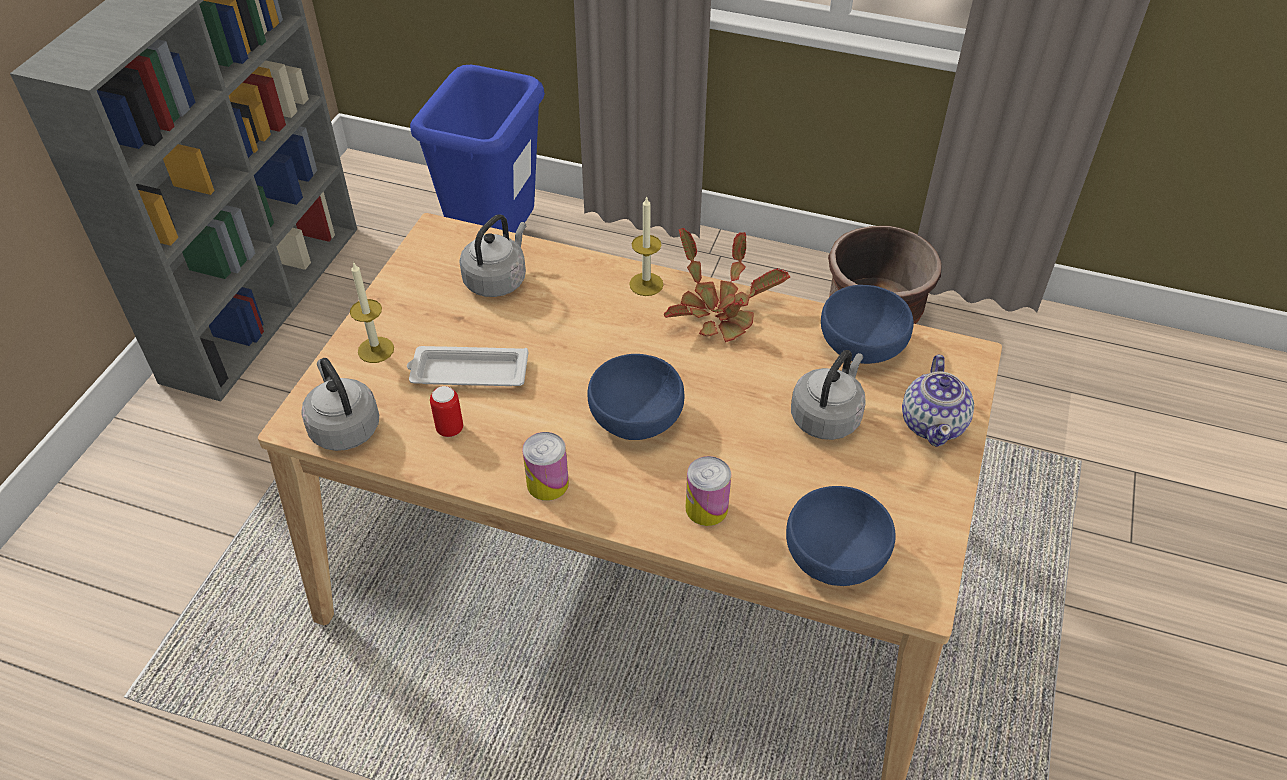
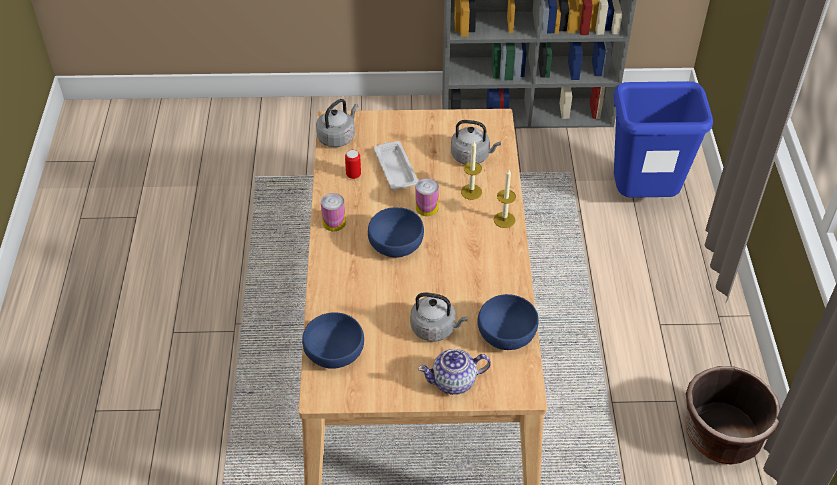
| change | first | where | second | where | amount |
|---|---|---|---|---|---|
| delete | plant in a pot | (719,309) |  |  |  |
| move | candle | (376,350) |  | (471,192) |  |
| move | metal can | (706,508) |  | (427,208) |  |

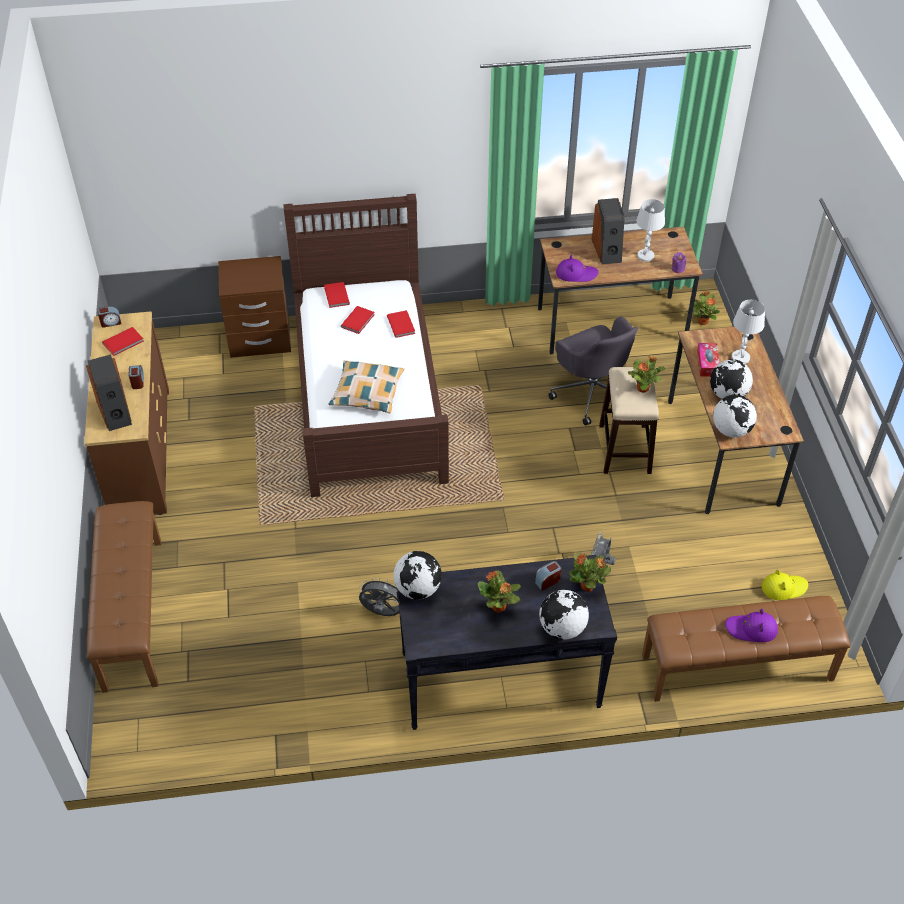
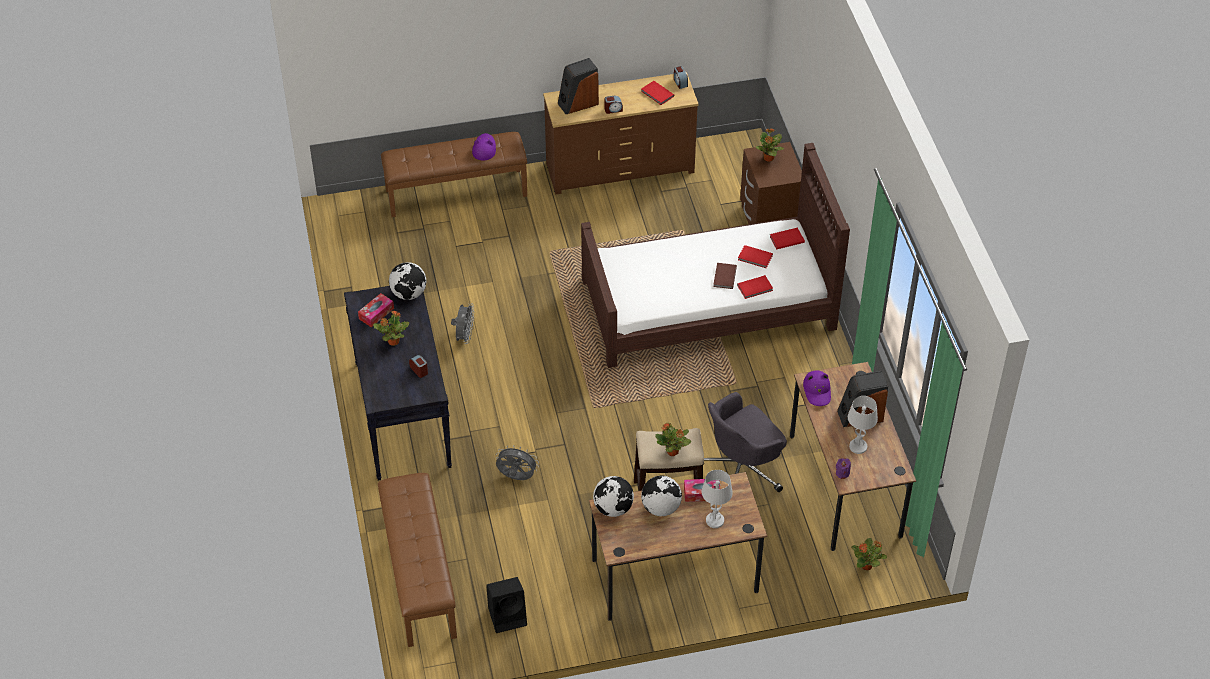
| change | first | where | second | where | amount |
|---|---|---|---|---|---|
| delete | pillow | (367,392) |  |  |  |
| delete | desk globe | (562,628) |  |  |  |
| insert |  |  | tissue holder | (376,314) |  |
| insert |  |  | volume (brown) | (724,277) |  |
| move | plant in a pot | (588,586) |  | (768,158) |  |
| move | hat (purplish) | (751,629) |  | (484,149) |  |
| replace | hat (yellowish) | (783,587) | loudspeaker (black) | (508,616) |  |

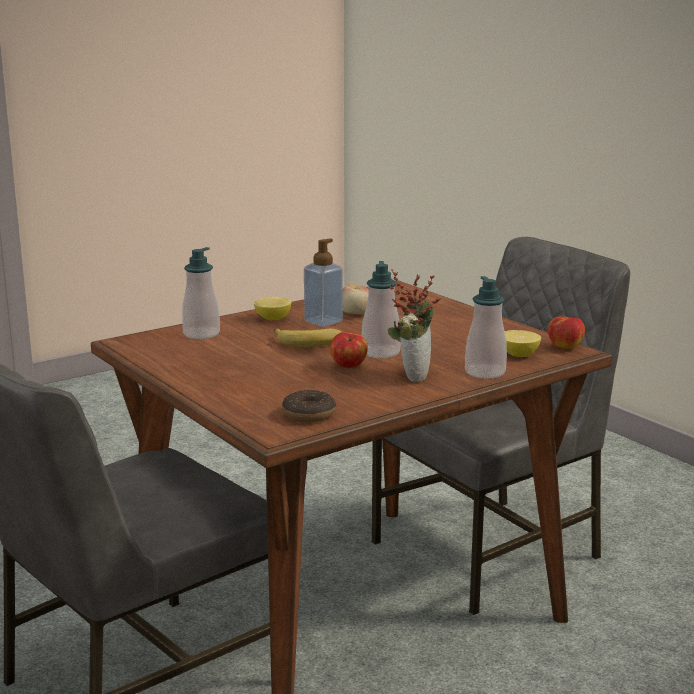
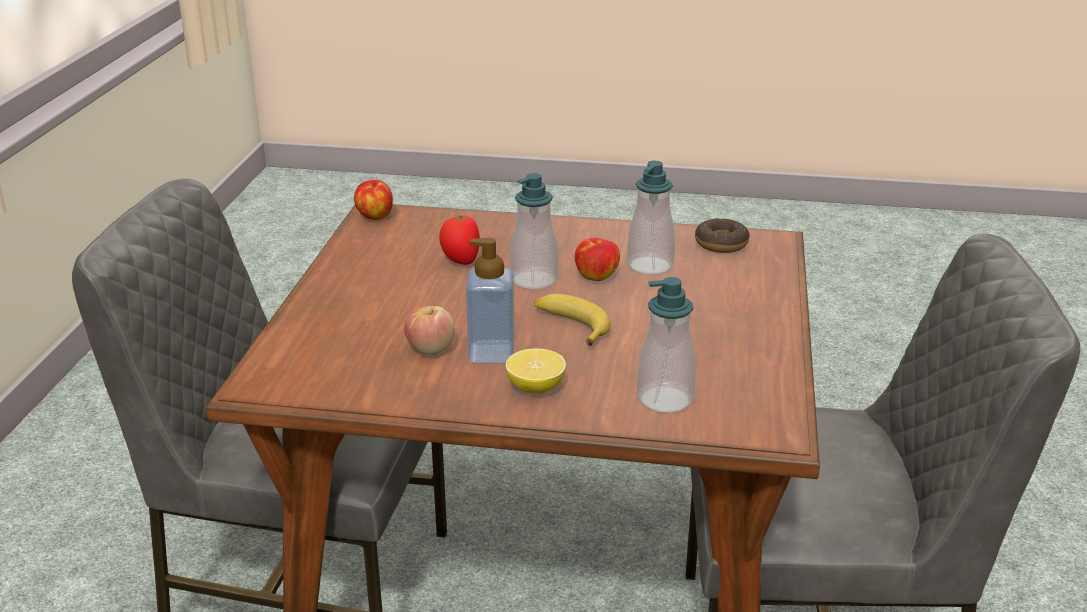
| change | first | where | second | where | amount |
|---|---|---|---|---|---|
| delete | plant in a pot | (412,375) |  |  |  |
| delete | whole lemon | (518,355) |  |  |  |
| insert |  |  | fresh tomato | (460,261) |  |
| move | soap bottle | (485,372) |  | (650,265) |  |

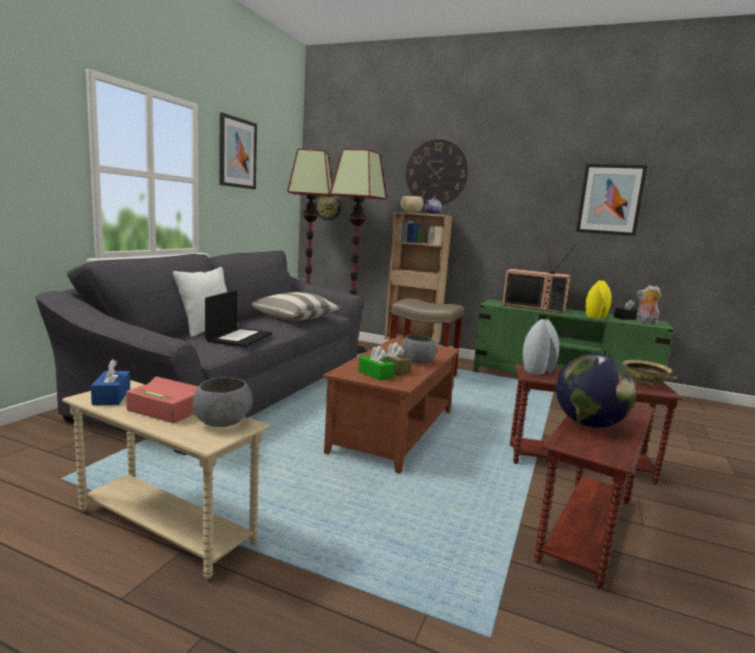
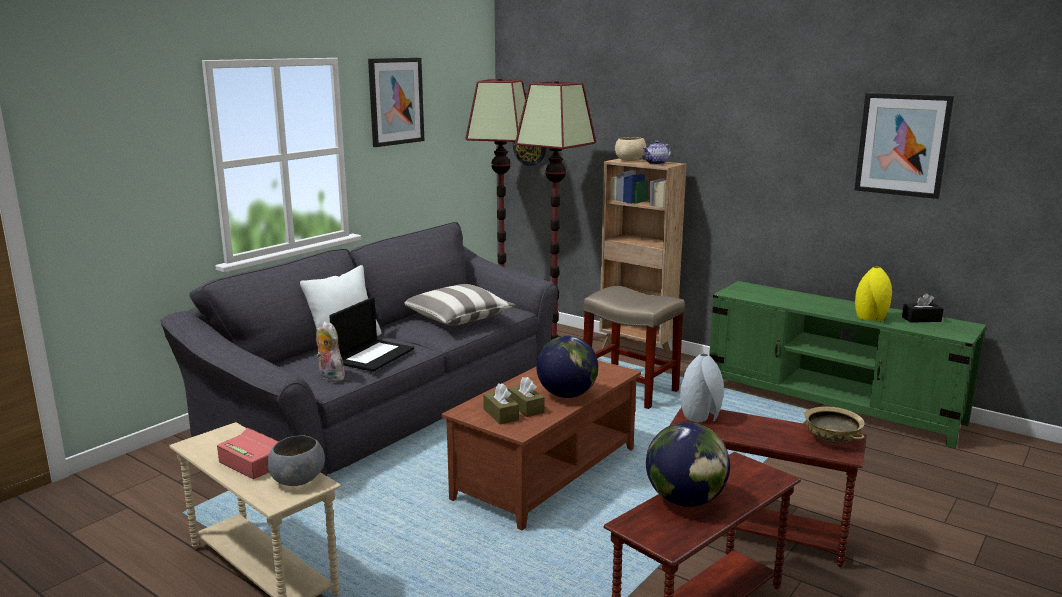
| change | first | where | second | where | amount |
|---|---|---|---|---|---|
| delete | tissue holder (blue-coloured) | (111,396) |  |  |  |
| delete | wall clock | (436,173) |  |  |  |
| delete | TV set | (534,307) |  |  |  |
| move | soft toy | (645,323) |  | (329,377) |  |
| replace | serving bowl (gray) | (418,362) | desk globe | (566,395) |  |
| recolor | tissue holder (green-coloured) | (375,374) | tissue holder (brown) | (501,415) |  |

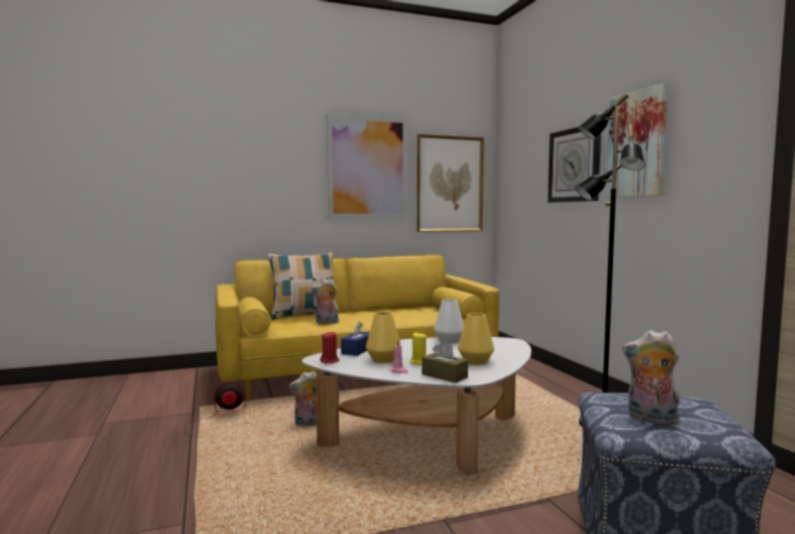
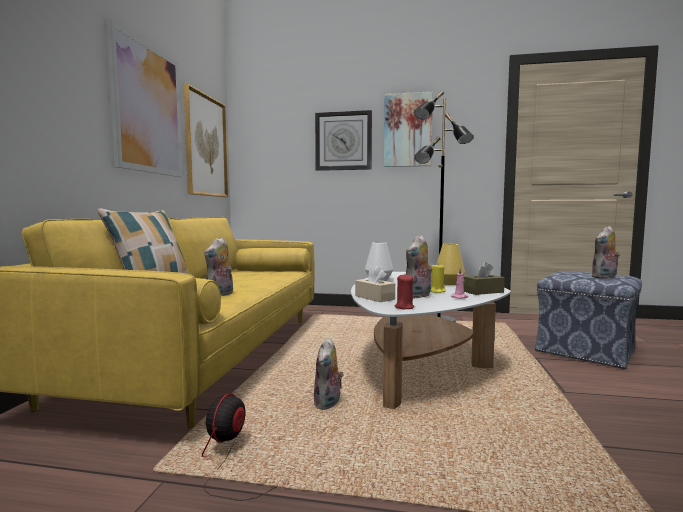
| change | first | where | second | where | amount |
|---|---|---|---|---|---|
| replace | vase (yellowish) | (383,359) | soft toy | (418,296) |  |
| recolor | tissue holder (blue-coloured) | (357,350) | tissue holder (beige) | (374,297) |  |

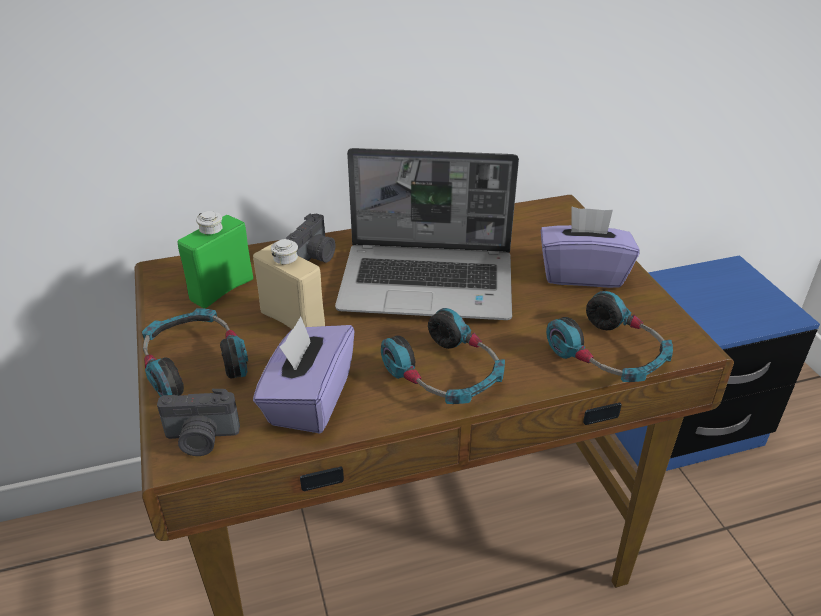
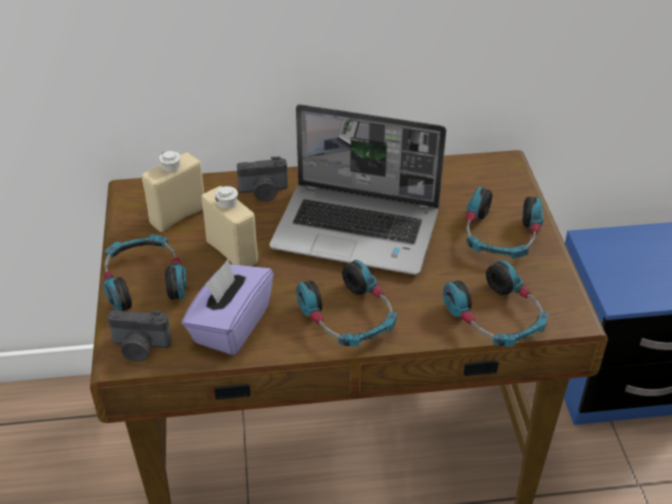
| change | first | where | second | where | amount |
|---|---|---|---|---|---|
| replace | tissue holder (purplish) | (582,273) | headphones | (500,236) |  |
| recolor | beverage bottle (green-coloured) | (222,289) | beverage bottle (beige) | (178,215) |  |
| rotate | photo camera | (315,257) |  | (264,192) | 45 degrees clockwise |

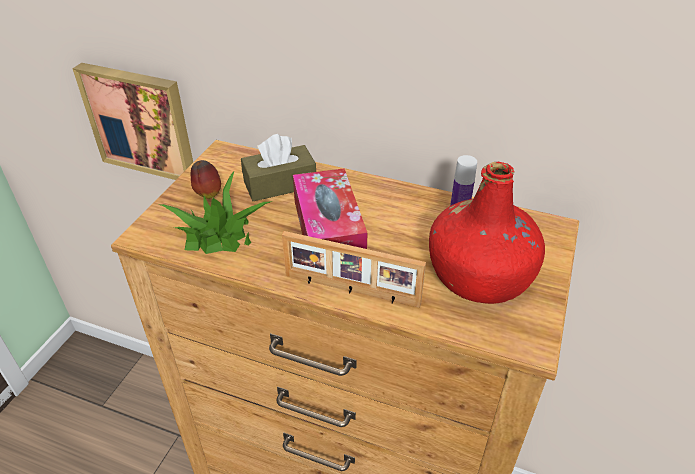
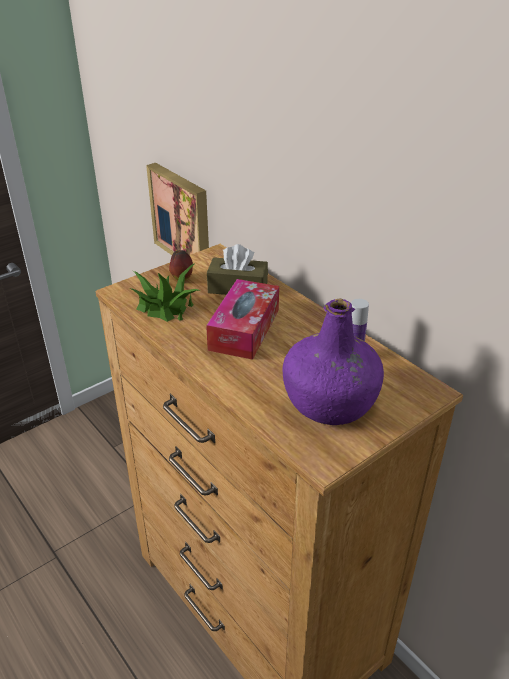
| change | first | where | second | where | amount |
|---|---|---|---|---|---|
| delete | standing frame | (351,291) |  |  |  |
| recolor | beverage bottle (red-coloured) | (480,275) | beverage bottle (purplish) | (331,401) |  |

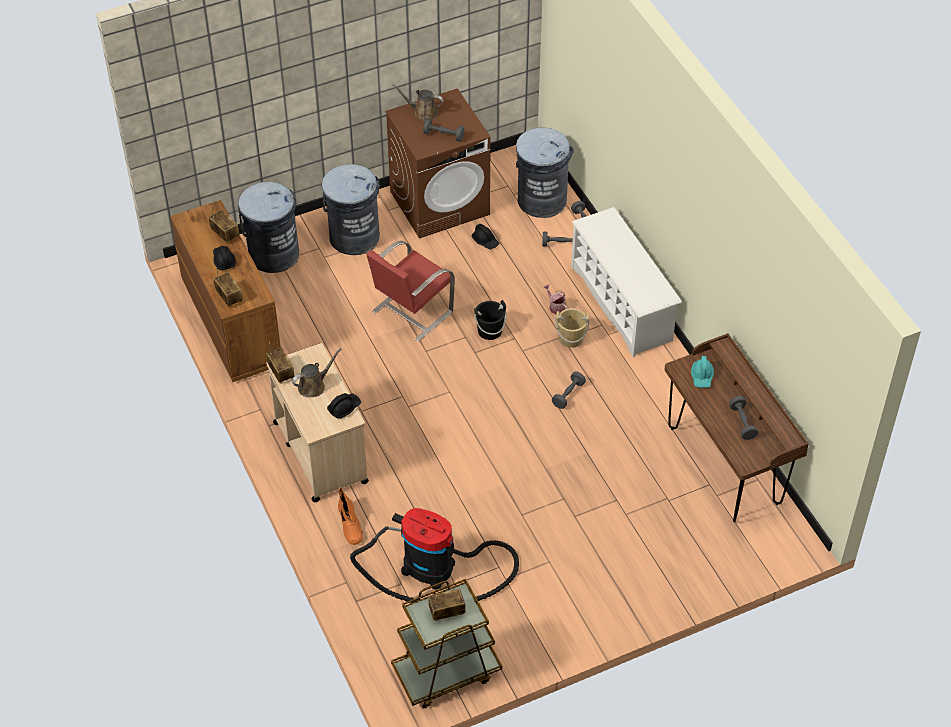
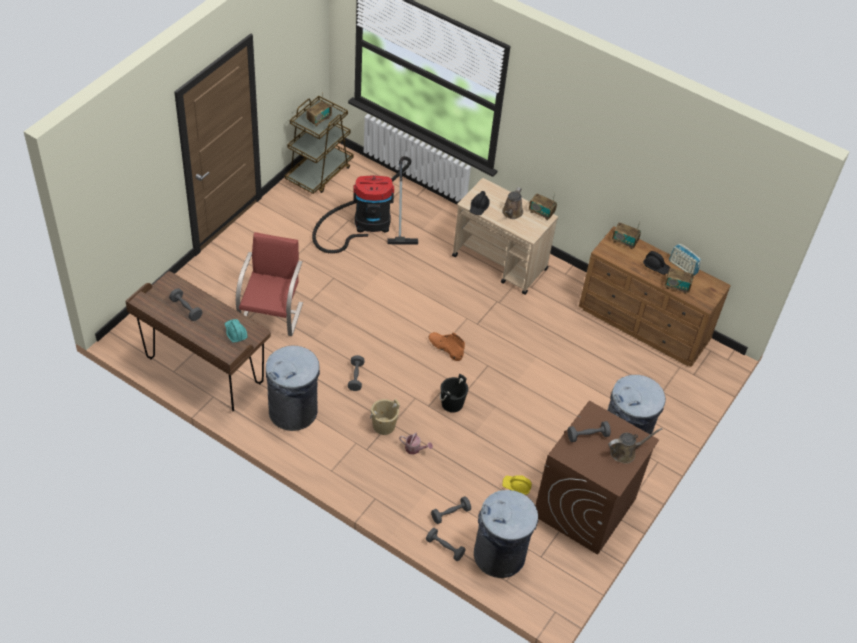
| change | first | where | second | where | amount |
|---|---|---|---|---|---|
| delete | shoe stand (white-coloured) | (622,303) |  |  |  |
| insert |  |  | radio set | (683,267) |  |
| move | rubbish bin (gray) | (273,254) |  | (293,411) |  |
| move | high-top boot (orange-coloured) | (350,525) |  | (445,348) |  |
| move | chair (red-coloured) | (411,312) |  | (272,314) |  |
| recolor | work helmet (black) | (485,241) | work helmet (yellowish) | (516,486) |  |

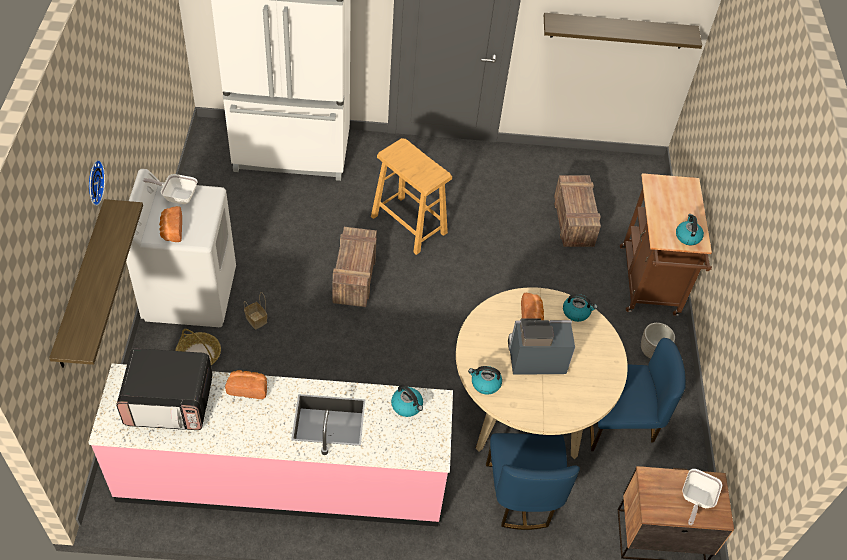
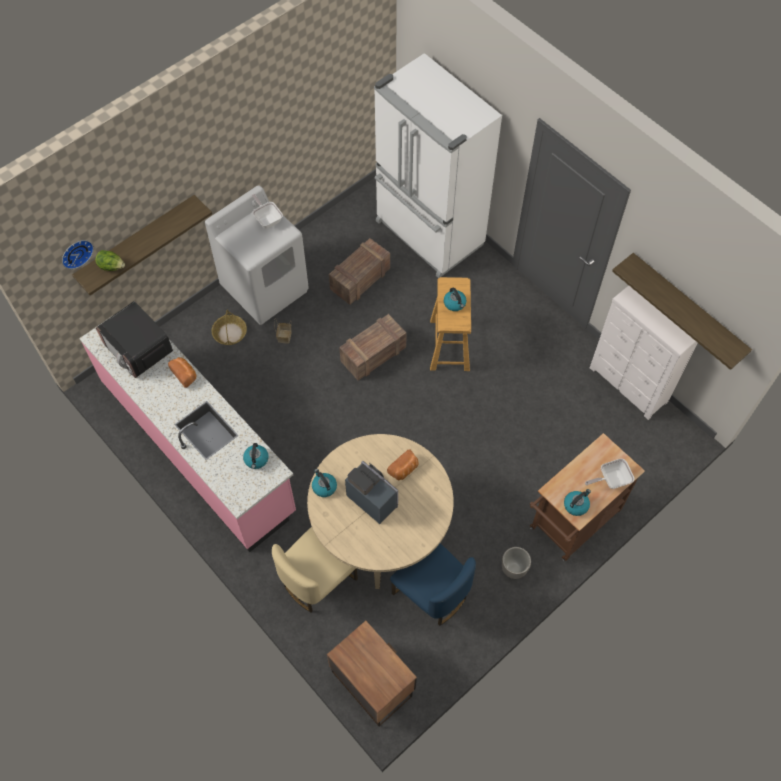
| change | first | where | second | where | amount |
|---|---|---|---|---|---|
| delete | bakery bread | (171,230) |  |  |  |
| insert |  |  | head of lettuce | (112,267) |  |
| insert |  |  | drawer chest (white-coloured) | (627,386) |  |
| move | wall clock | (93,182) |  | (76,252) |  |
| move | packing crate | (574,222) |  | (359,280) |  |
| move | tea kettle | (576,312) |  | (455,303) |  |
| move | pan | (695,499) |  | (611,479) |  |
| recolor | chair (blue-coloured) | (521,495) | chair (beige) | (317,579) |  |

